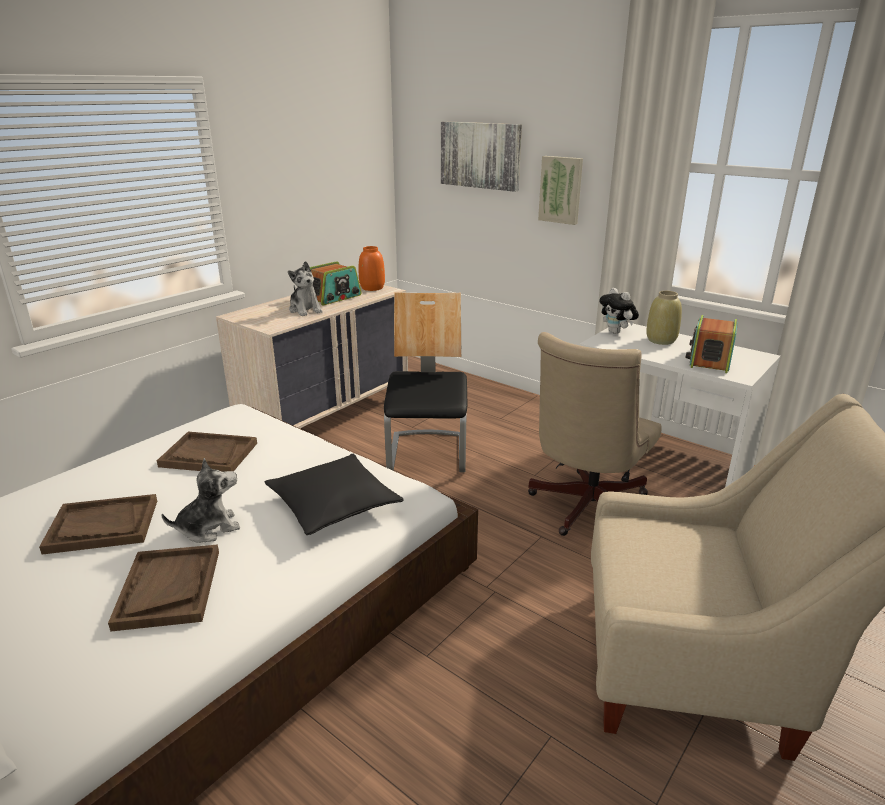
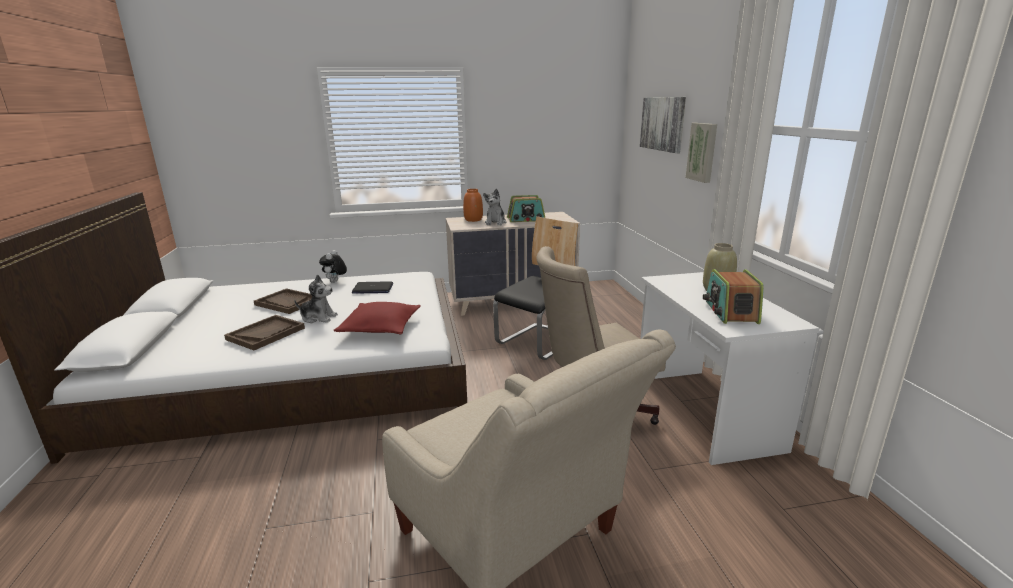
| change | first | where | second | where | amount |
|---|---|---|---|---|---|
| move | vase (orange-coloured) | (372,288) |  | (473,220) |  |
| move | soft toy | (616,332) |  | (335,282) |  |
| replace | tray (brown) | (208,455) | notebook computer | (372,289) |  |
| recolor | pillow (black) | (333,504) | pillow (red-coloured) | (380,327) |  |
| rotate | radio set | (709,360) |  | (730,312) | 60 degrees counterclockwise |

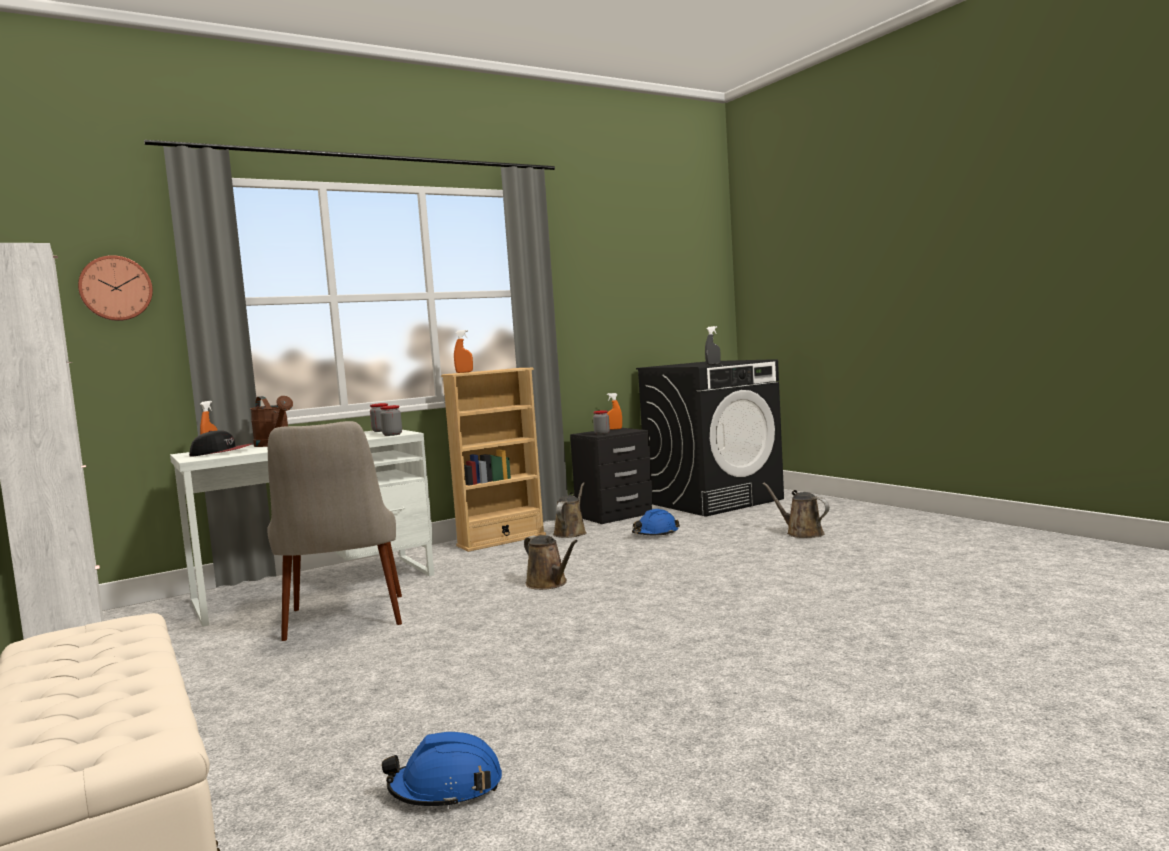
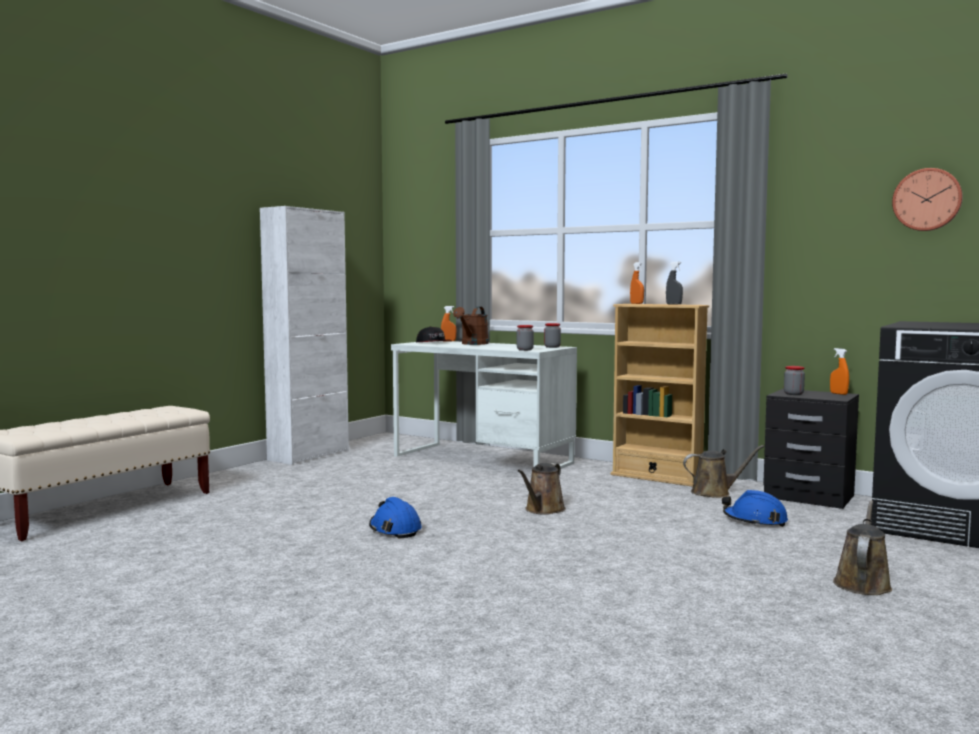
| change | first | where | second | where | amount |
|---|---|---|---|---|---|
| delete | chair (beige) | (344,624) |  |  |  |
| move | wall clock | (116,288) |  | (927,200) |  |
| move | work helmet (blue-coloured) | (446,788) |  | (395,529) |  |
| move | spray bottle (gray) | (713,364) |  | (674,304) |  |

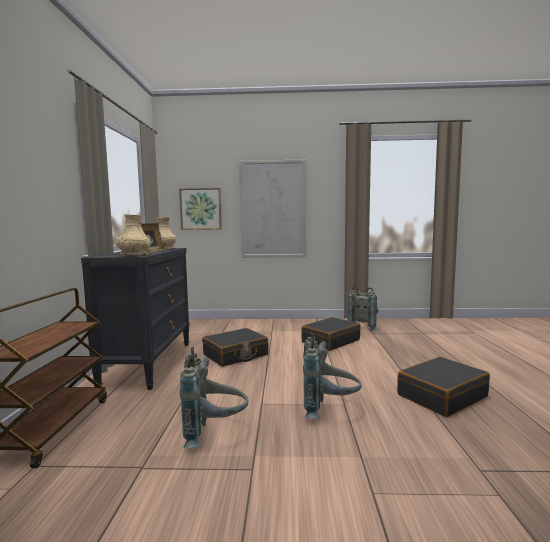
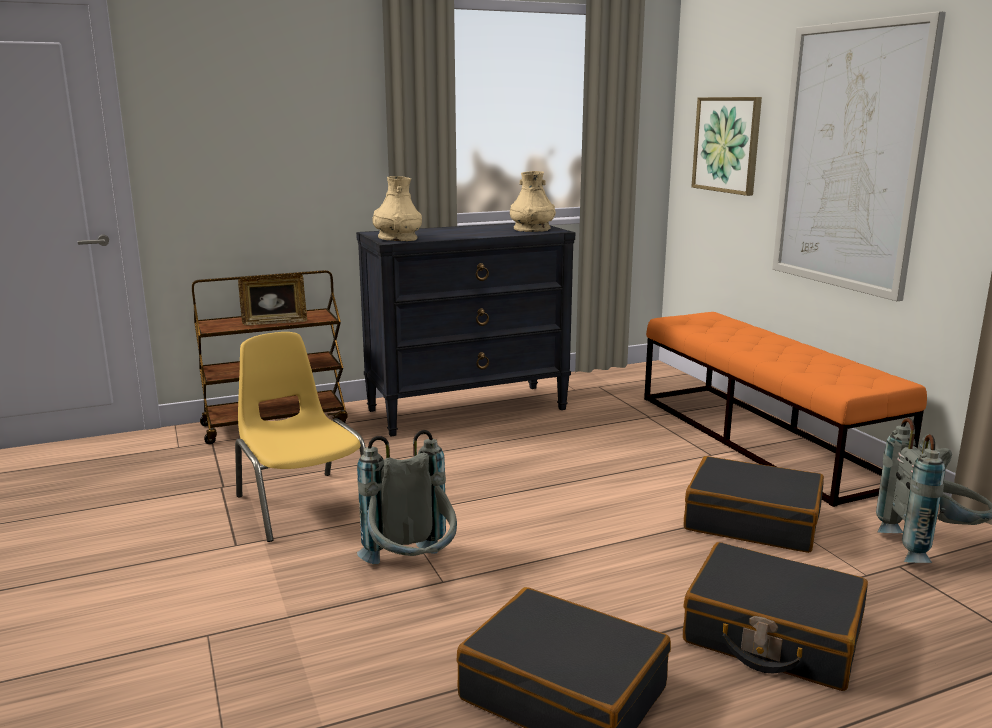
| change | first | where | second | where | amount |
|---|---|---|---|---|---|
| insert |  |  | indoor bench (orange-coloured) | (760,438) |  |
| move | standing frame | (152,251) |  | (274,322) |  |
| move | piece of luggage (black) | (235,355) |  | (772,635) |  |
| replace | knapsack (gray) | (214,433) | chair (yellowish) | (302,504) |  |

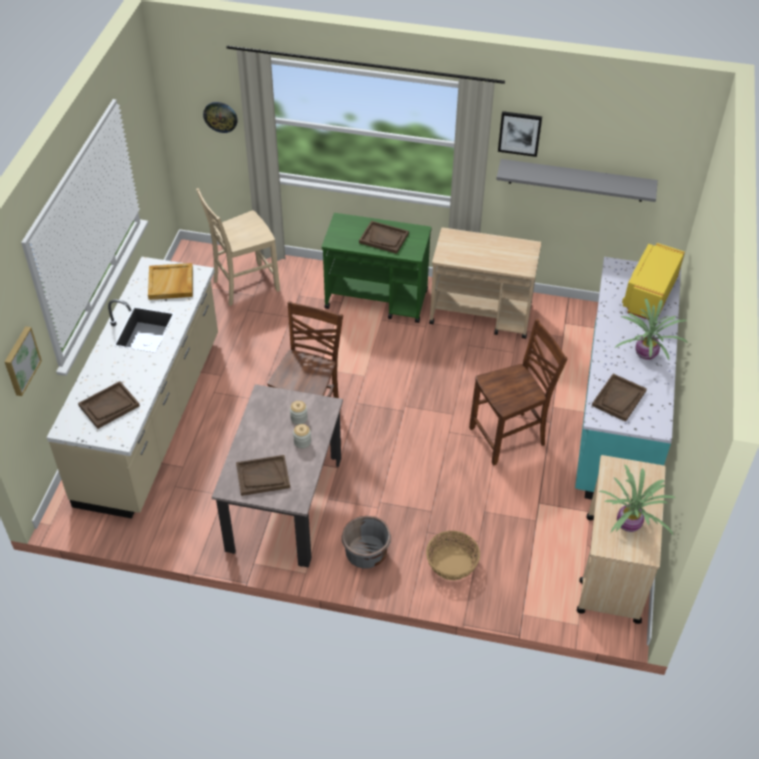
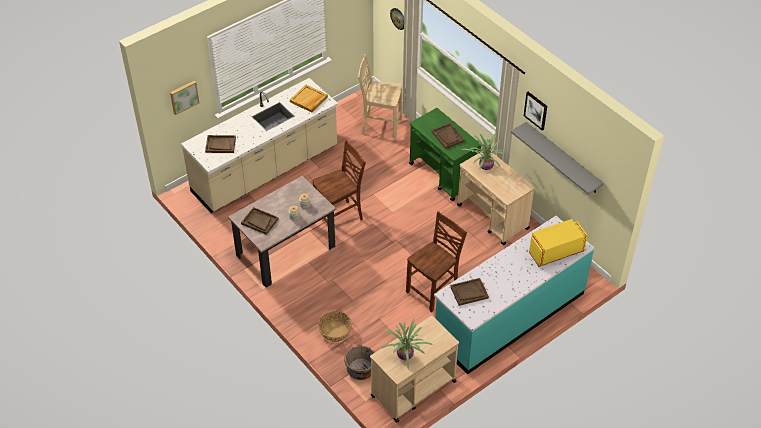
| change | first | where | second | where | amount |
|---|---|---|---|---|---|
| move | planter (gray) | (366,553) |  | (360,370) |  |
| move | plant in a pot | (644,354) |  | (485,166) |  |
| rotate | chair (brown) | (509,437) |  | (434,291) | 60 degrees counterclockwise |

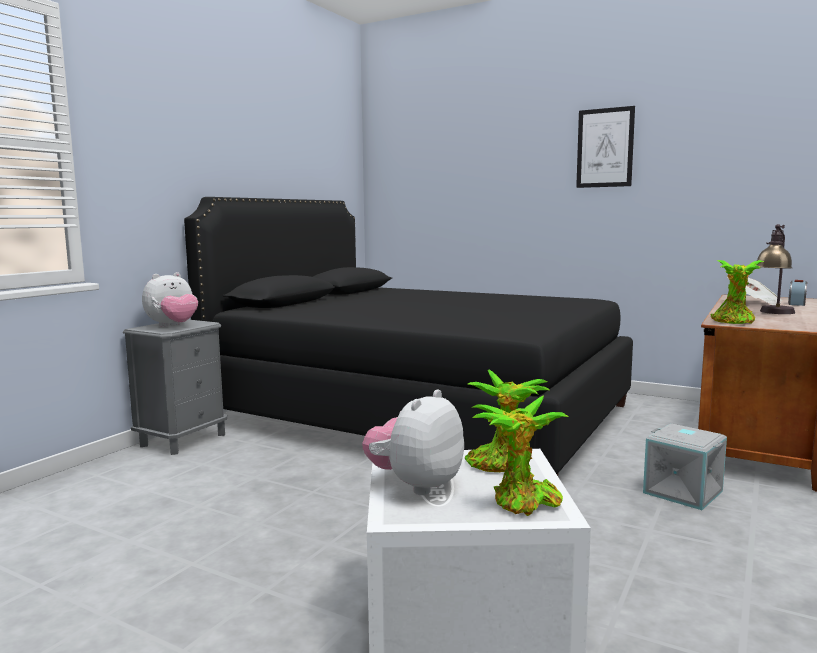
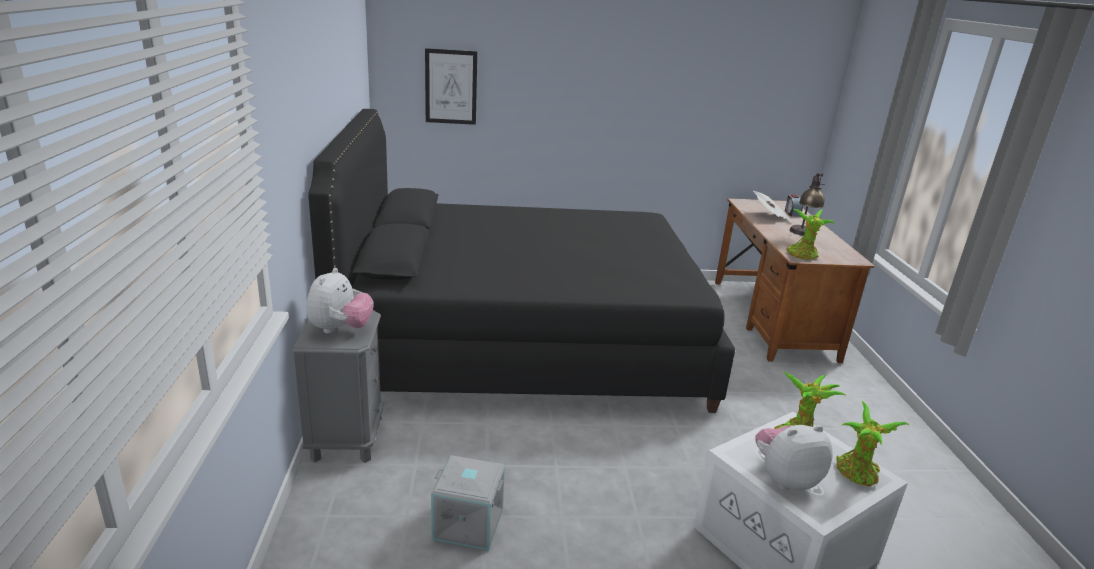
| change | first | where | second | where | amount |
|---|---|---|---|---|---|
| move | wall picture | (605,148) |  | (451,87) |  |
| move | storage container (gray) | (683,492) |  | (469,523) |  |
| rotate | soft toy | (415,485) |  | (785,478) | 75 degrees clockwise |

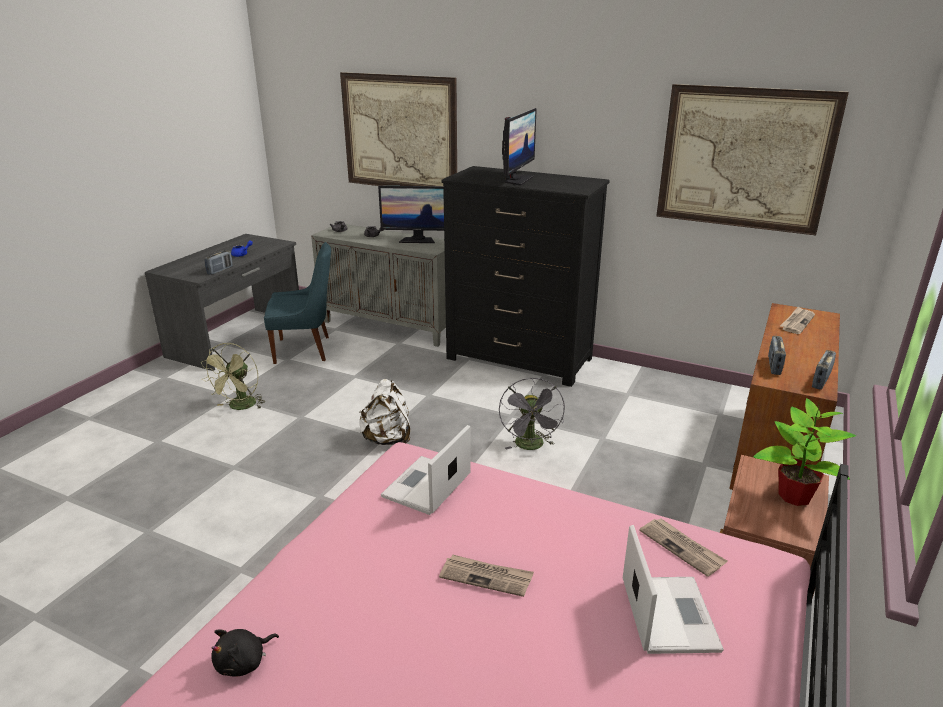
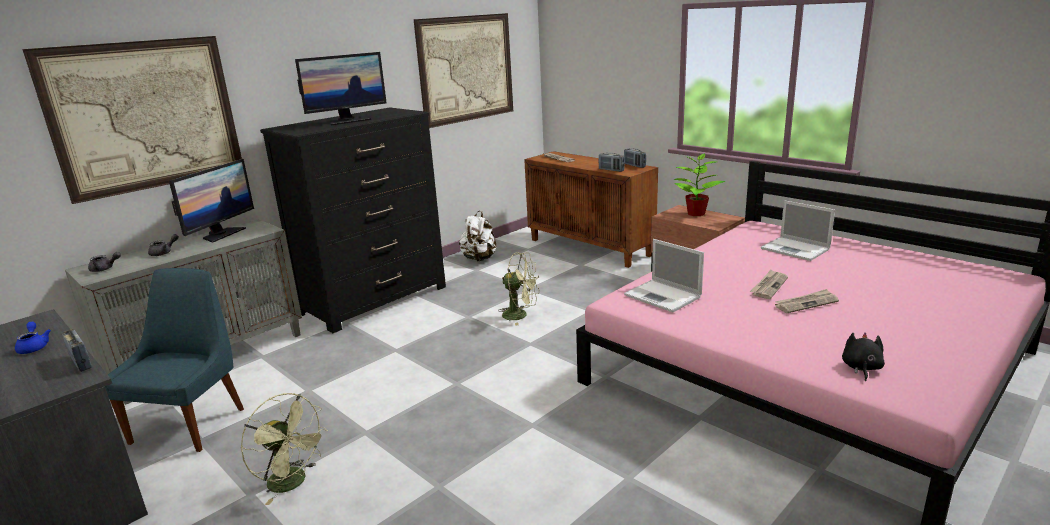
| change | first | where | second | where | amount |
|---|---|---|---|---|---|
| move | knapsack (white-coloured) | (387,439) |  | (479,259) |  |
| move | daily paper | (682,548) |  | (806,303) |  |
| recolor | fan (gray) | (531,446) | fan (green-coloured) | (520,315) |  |
| rotate | soft toy (black) | (244,662) |  | (861,368) | 135 degrees counterclockwise |
| rotate | computer screen | (517,180) |  | (347,121) | 105 degrees clockwise |
| rotate | notebook computer | (668,613) |  | (796,249) | 150 degrees counterclockwise |

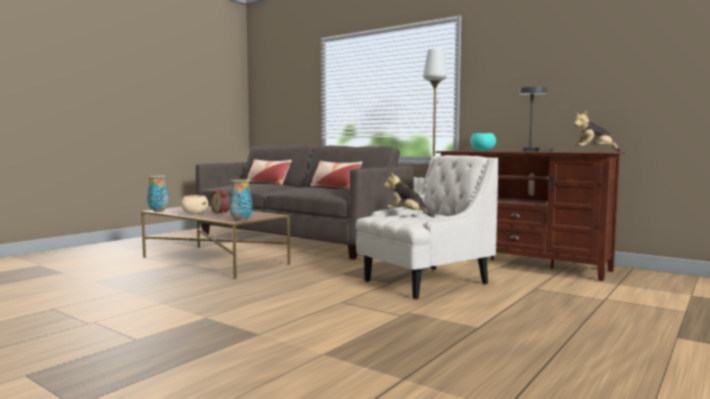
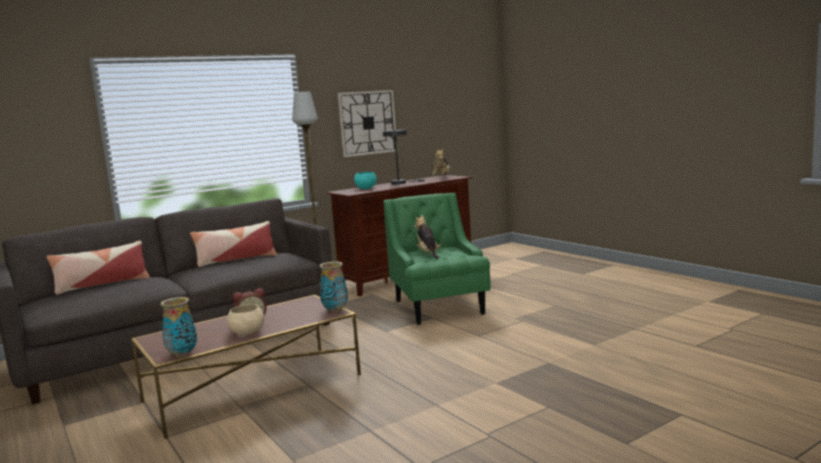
| change | first | where | second | where | amount |
|---|---|---|---|---|---|
| insert |  |  | wall clock | (367,123) |  |
| recolor | easy chair (white-coloured) | (424,282) | easy chair (green-coloured) | (439,307) |  |
| rotate | soft toy | (408,214) |  | (428,254) | 105 degrees clockwise |

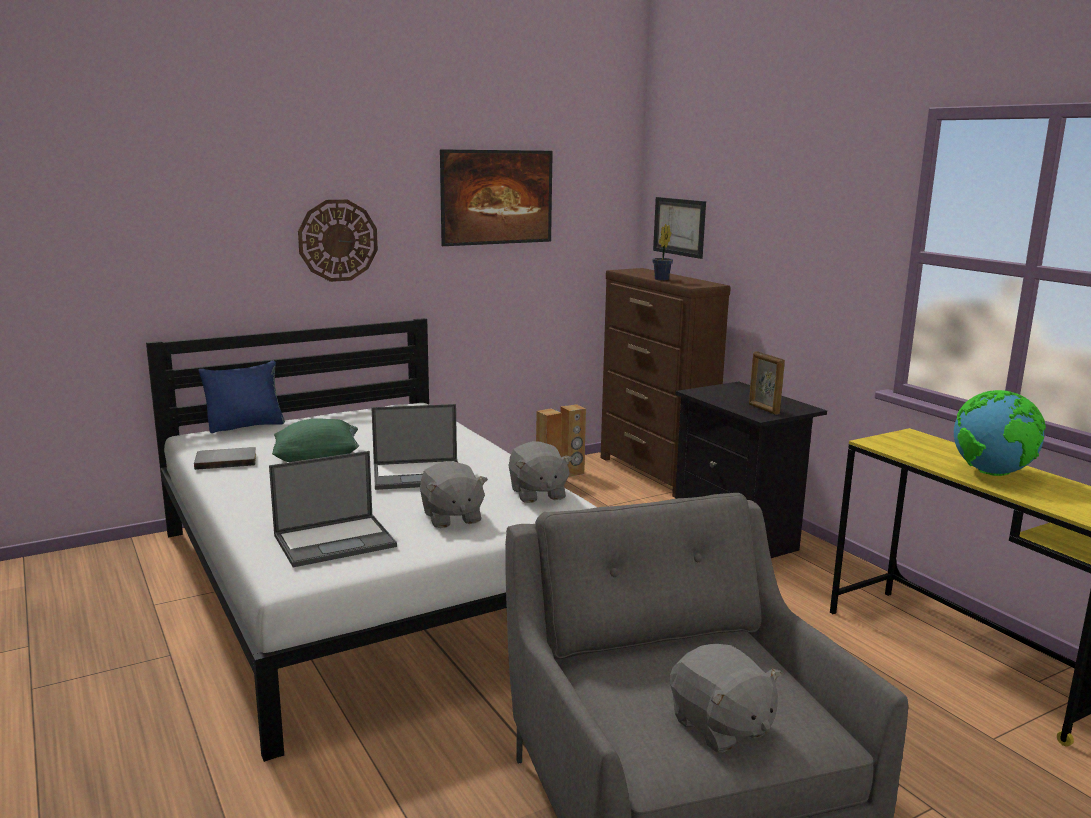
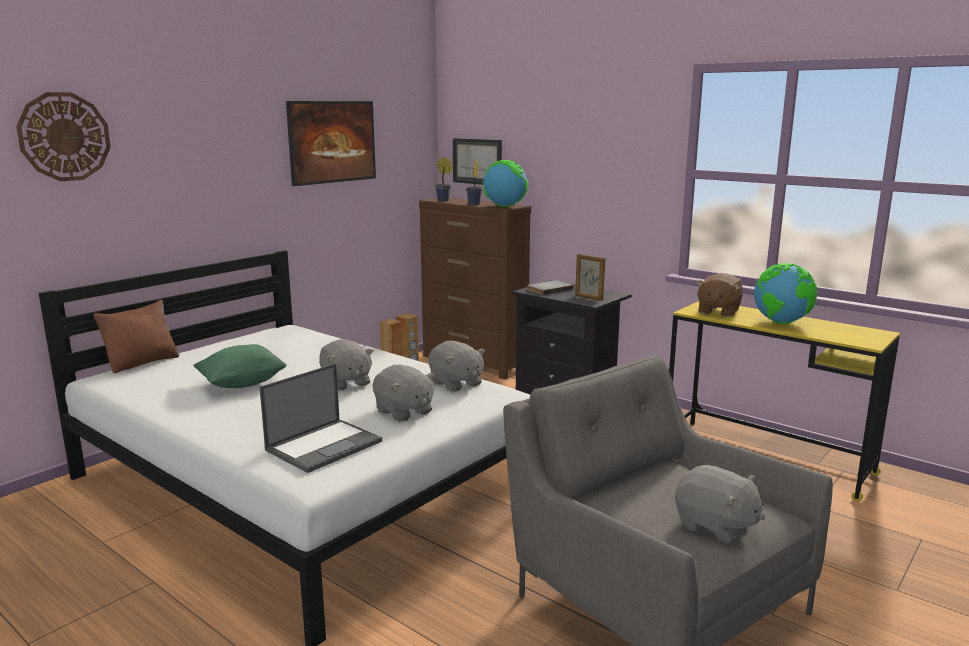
| change | first | where | second | where | amount |
|---|---|---|---|---|---|
| insert |  |  | plant in a pot | (444,201) |  |
| insert |  |  | desk globe | (504,206) |  |
| insert |  |  | soft toy (brown) | (718,311) |  |
| move | volume (gray) | (226,460) |  | (549,289) |  |
| move | wall clock | (338,240) |  | (64,137) |  |
| replace | notebook computer | (418,475) | soft toy (gray) | (345,382) |  |
| recolor | pillow (blue-coloured) | (246,426) | pillow (brown) | (143,363) |  |

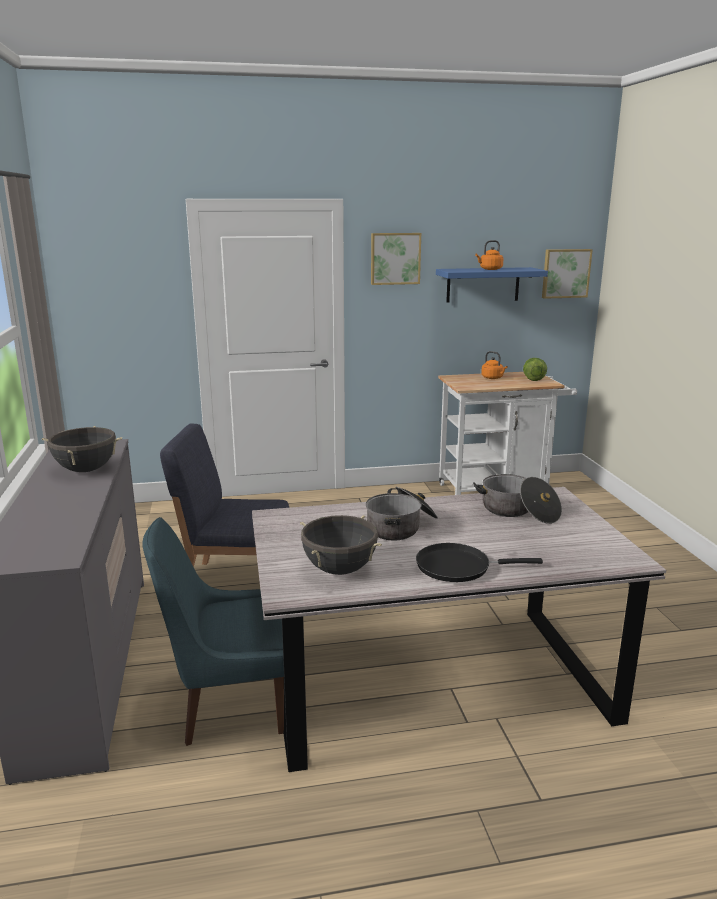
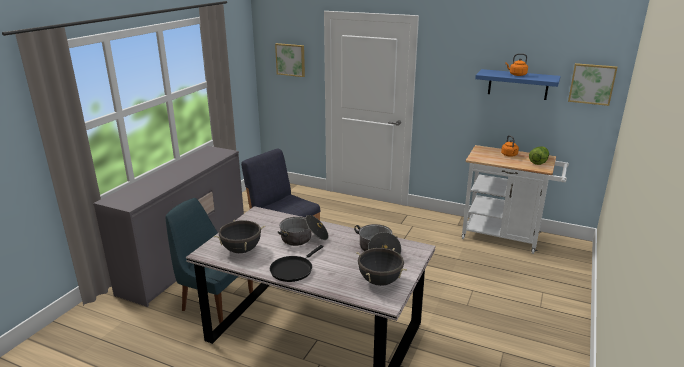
| change | first | where | second | where | amount |
|---|---|---|---|---|---|
| move | saucepot (black) | (86,470) |  | (380,281) |  |
| move | wall picture | (395,258) |  | (291,59) |  |
| rotate | pan (black) | (458,567) |  | (293,269) | 90 degrees counterclockwise |

